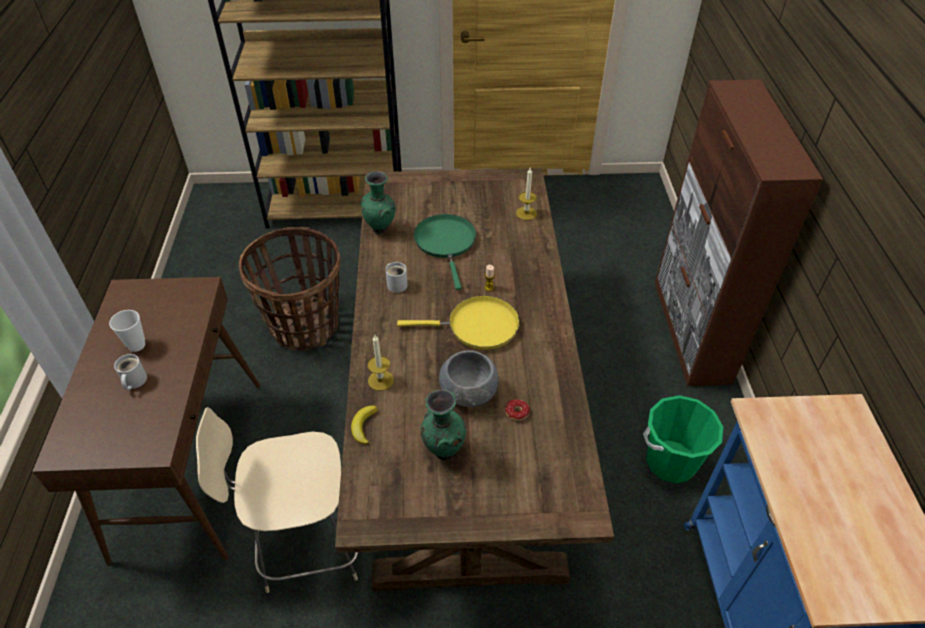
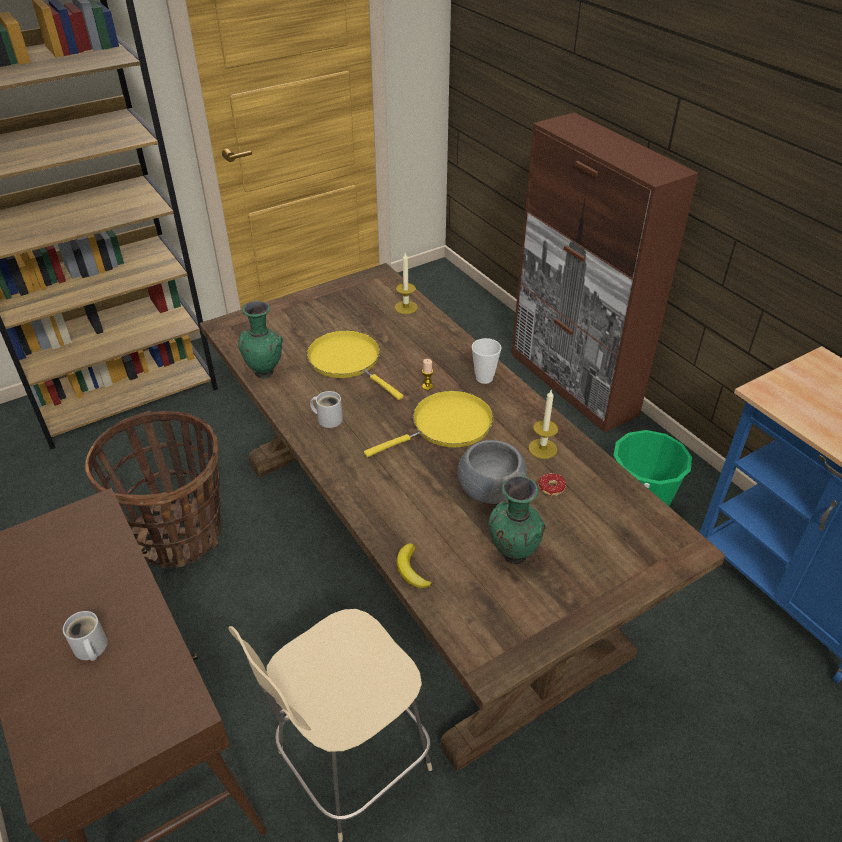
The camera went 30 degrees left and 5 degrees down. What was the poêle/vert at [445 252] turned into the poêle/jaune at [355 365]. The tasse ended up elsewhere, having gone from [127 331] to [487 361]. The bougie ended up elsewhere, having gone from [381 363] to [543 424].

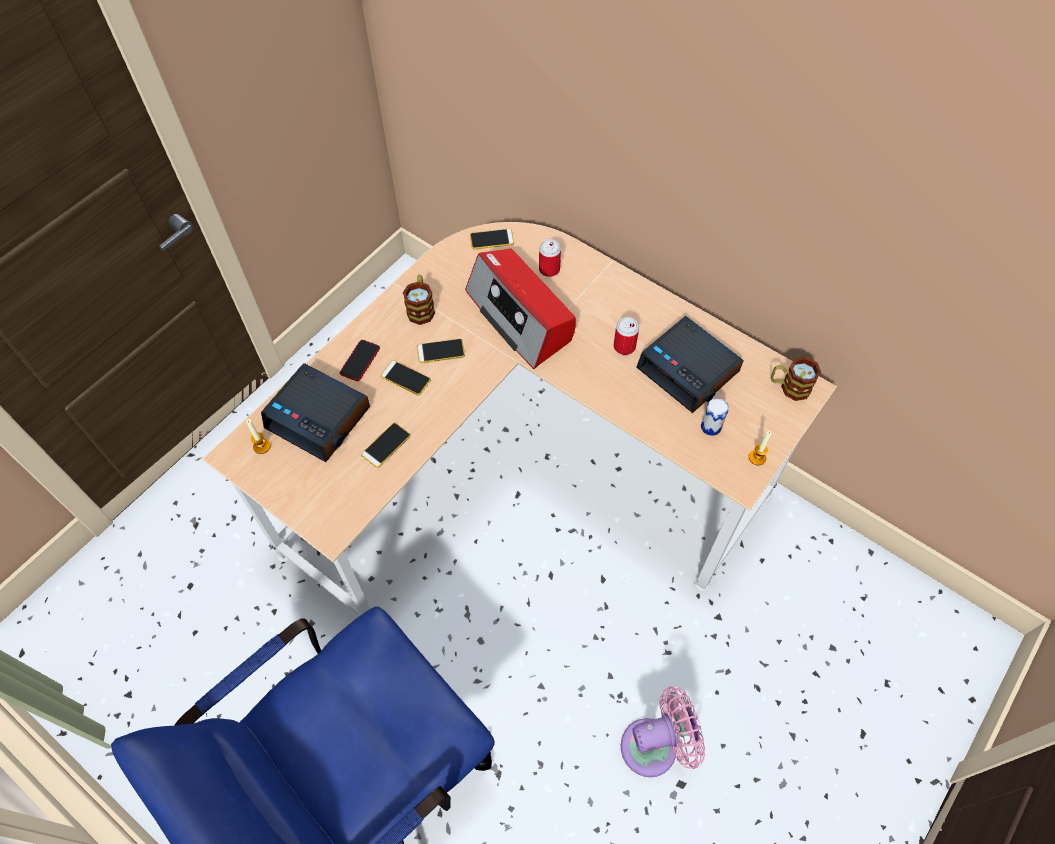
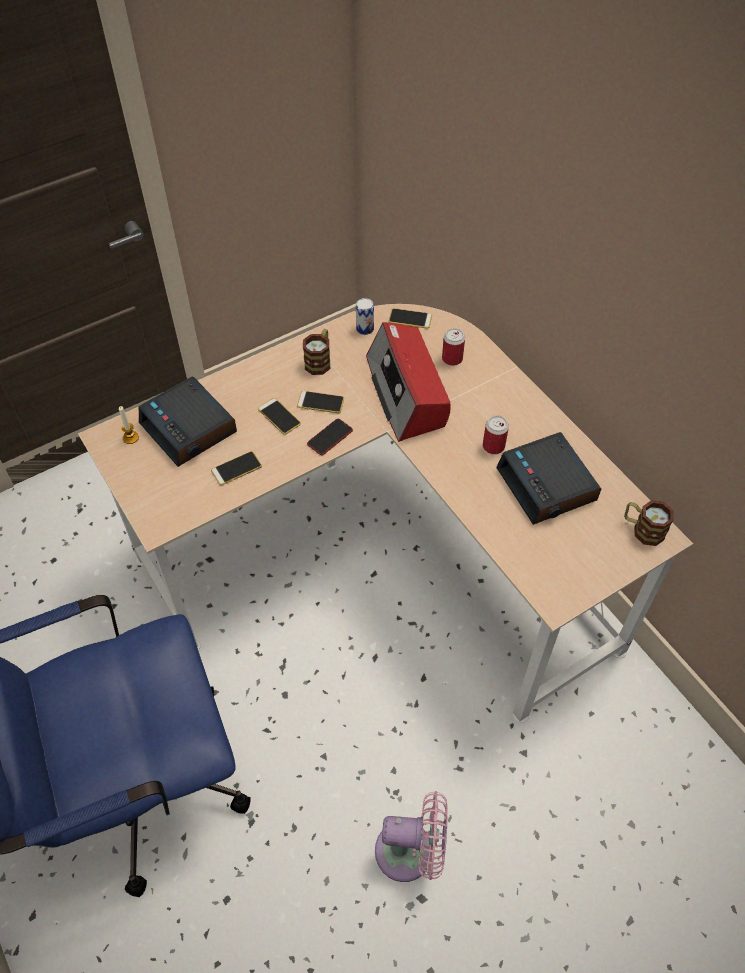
The camera went 20 degrees right and 5 degrees down. The téléphone ended up elsewhere, having gone from [360 360] to [330 437]. The boîte métallique ended up elsewhere, having gone from [715 417] to [365 316]. The second view lost the bougie at [760 448].

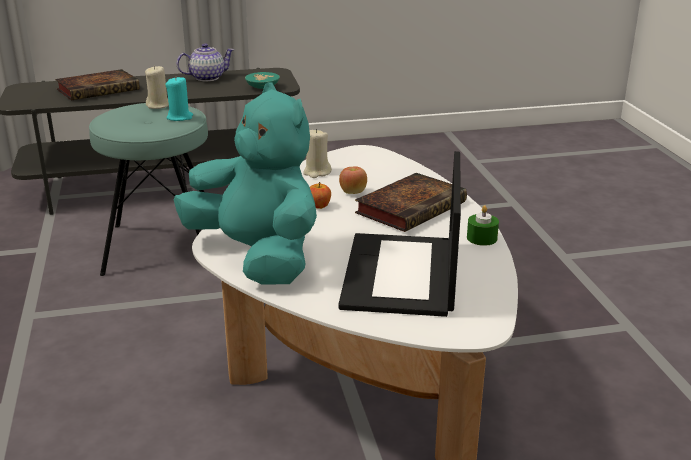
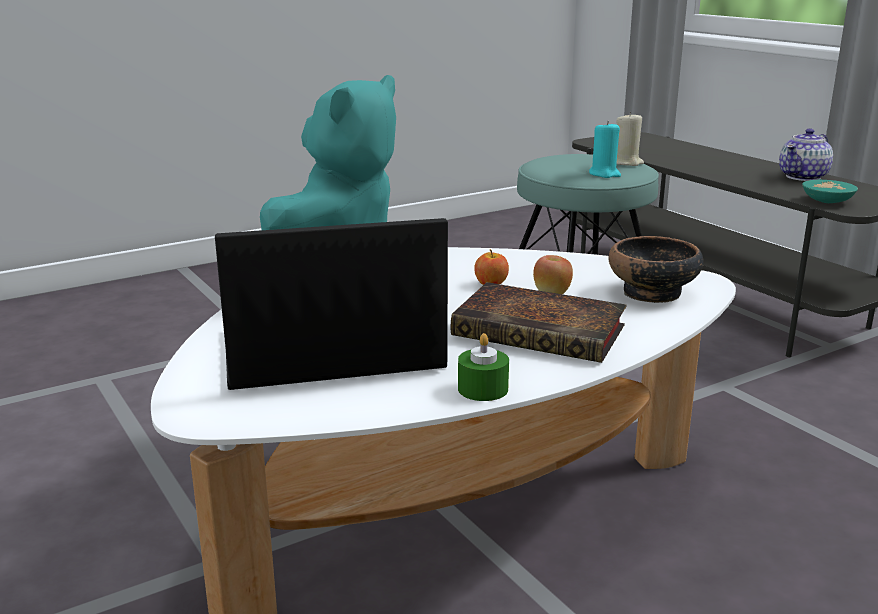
The camera went 70 degrees right and 5 degrees down. The théière at [206 62] ended up facing another way, 90 degrees clockwise from before. The second view lost the livre at [97 84]. The second view lost the bougie/beige at [317 153]. The second view gained the bol at [656 269].

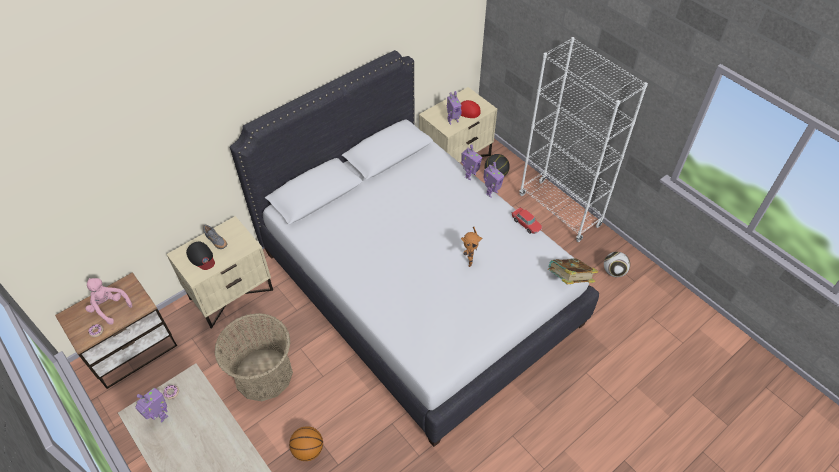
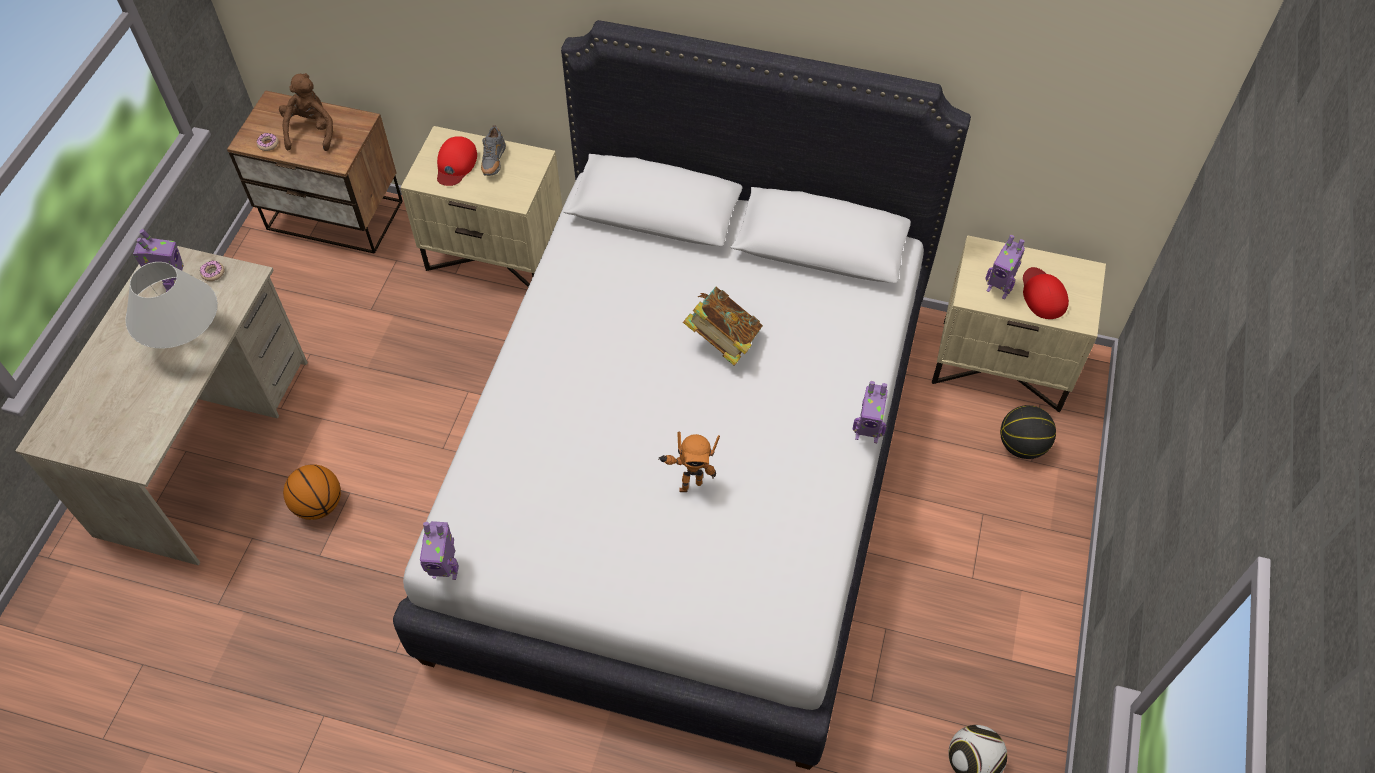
The camera went 55 degrees right and 5 degrees up. The second view lost the bibliothèque/blanc at [583 139]. The robot jouet ended up elsewhere, having gone from [471 162] to [439 550]. The second view lost the petite voiture at [527 220]. What was the casquette/noir at [200 256] turned into the casquette/rouge at [457 161]. The livre ended up elsewhere, having gone from [573 271] to [723 326]. What was the peluche/rose at [108 301] turned into the peluche/marron at [306 112]. The second view lost the panier at [254 357]. The second view gained the lampe de table/blanc at [171 305].

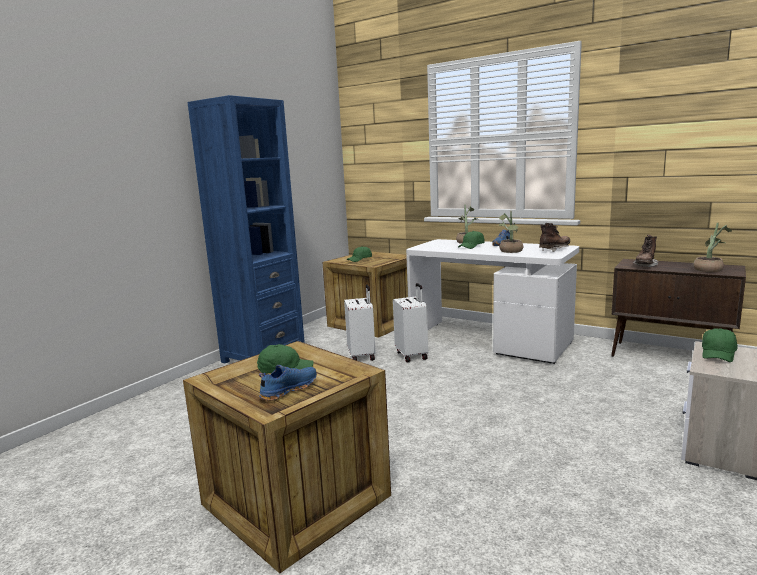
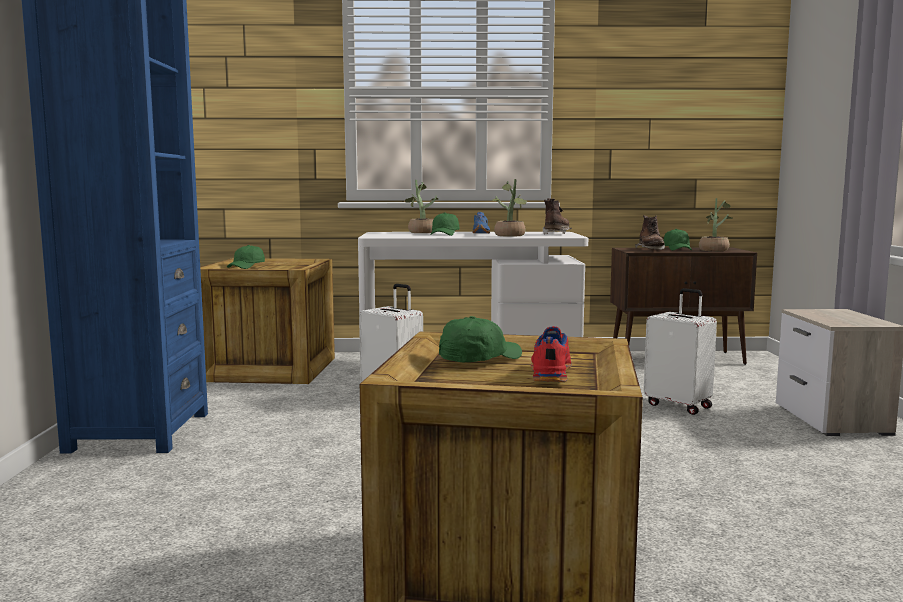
The camera went 35 degrees left and 5 degrees down. The valise/blanc ended up elsewhere, having gone from [359 323] to [680 351]. The casquette/vert ended up elsewhere, having gone from [720 345] to [678 240]. What was the chaussure/bleu at [288 383] turned into the chaussure/rouge at [551 354].

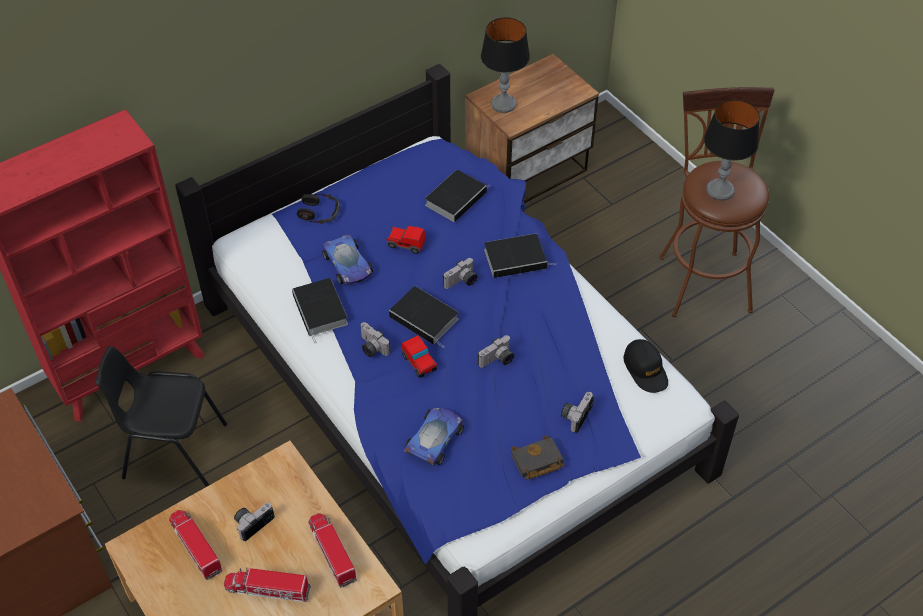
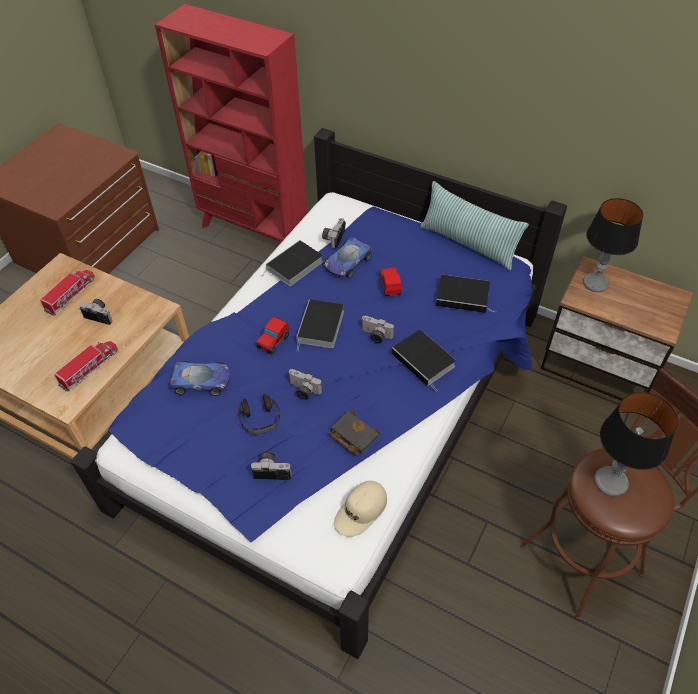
The camera went 65 degrees right and 0 degrees up. The casque audio ended up elsewhere, having gone from [318 209] to [259 414]. The appareil photo ended up elsewhere, having gone from [375 339] to [334 233]. What was the casquette/noir at [646 366] turned into the casquette/beige at [360 509]. The second view lost the chaise/noir at [161 416]. The livre/noir ended up elsewhere, having gone from [537 457] to [355 433]. The second view lost the camion jouet at [267 584]. The second view gained the coussin at [474 225].

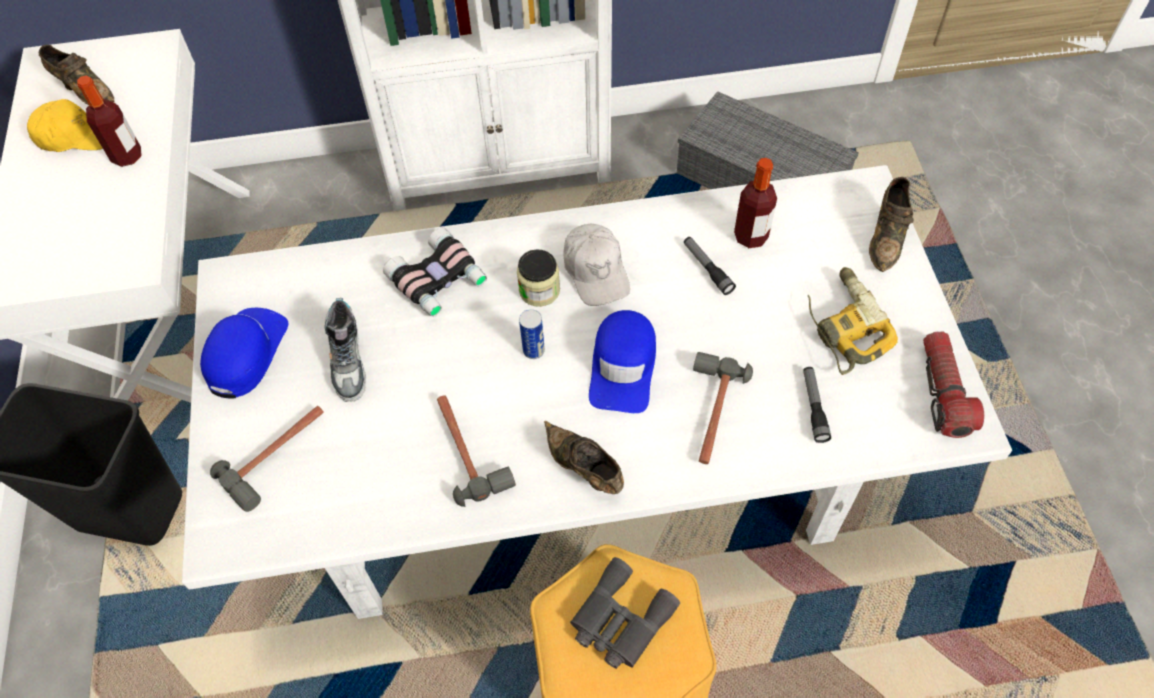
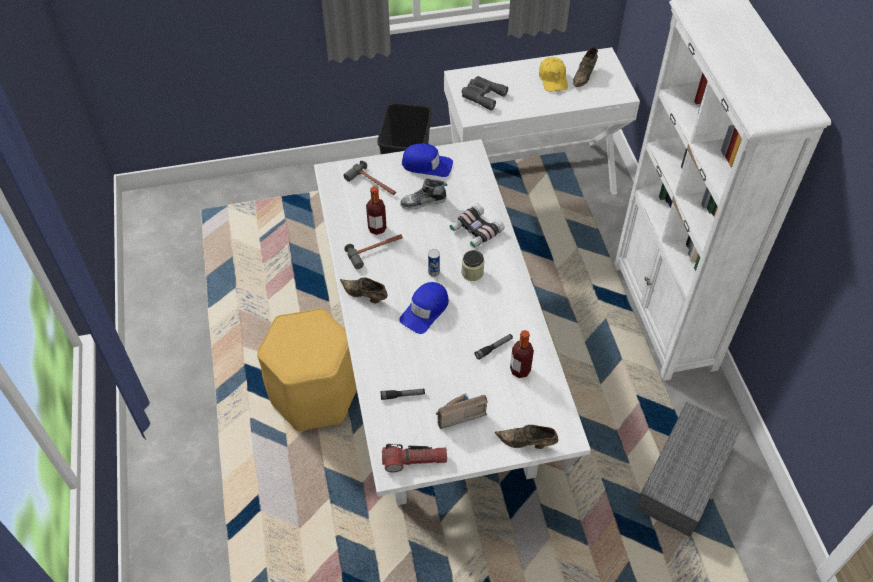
The camera went 85 degrees right and 5 degrees down. The bouteille ended up elsewhere, having gone from [109 121] to [376 210]. The second view lost the casquette/blanc at [596 265]. Where the perceuse stood at [853 321], the radio came to stand at [461 411]. The casquette/bleu at [622 361] ended up facing another way, 60 degrees counterclockwise from before. The second view lost the marteau at [723 408]. The chaussure/marron at [584 457] ended up facing another way, 105 degrees counterclockwise from before. The jumelles/gris ended up elsewhere, having gone from [625 613] to [485 93].

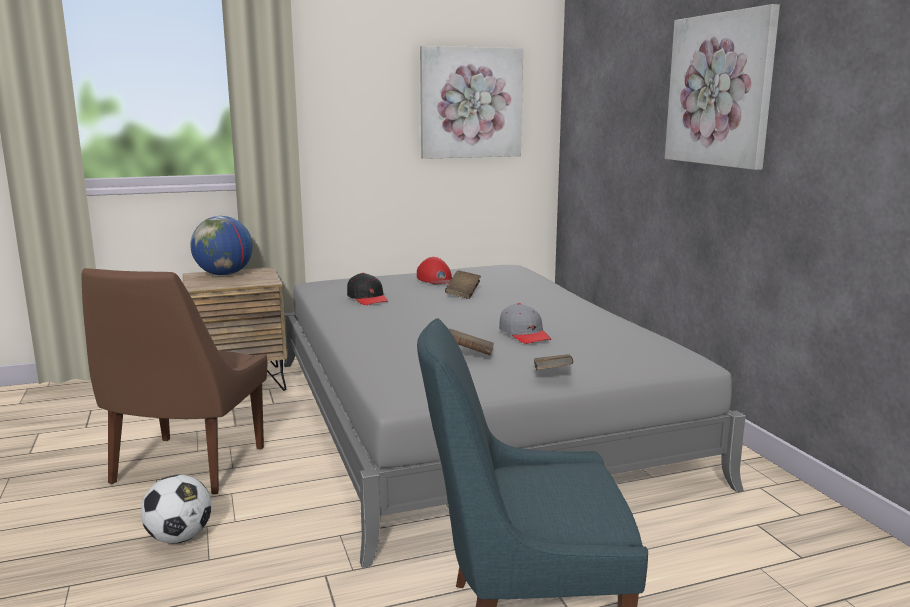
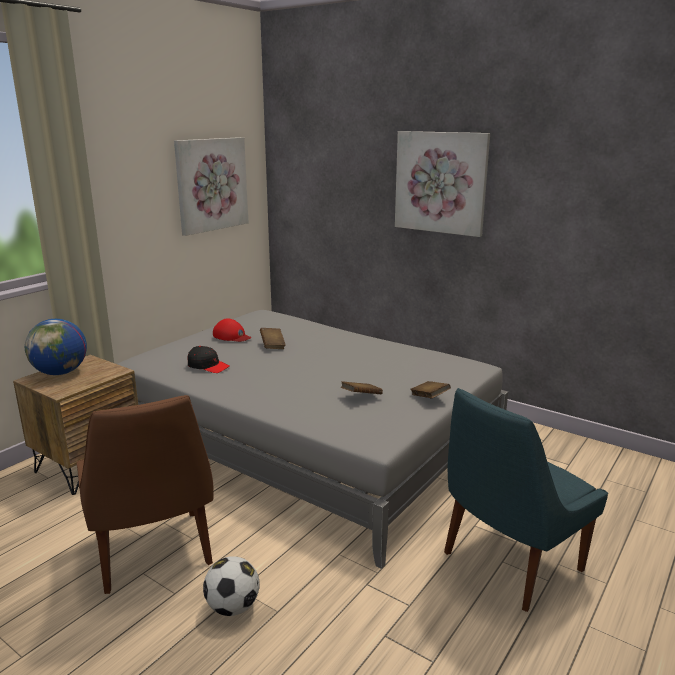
The camera went 35 degrees left and 5 degrees up. The second view lost the casquette/gris at [525 323].

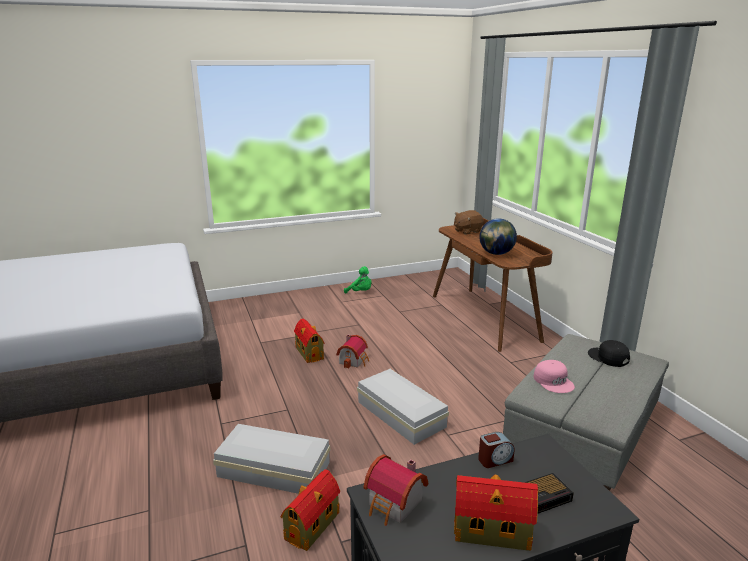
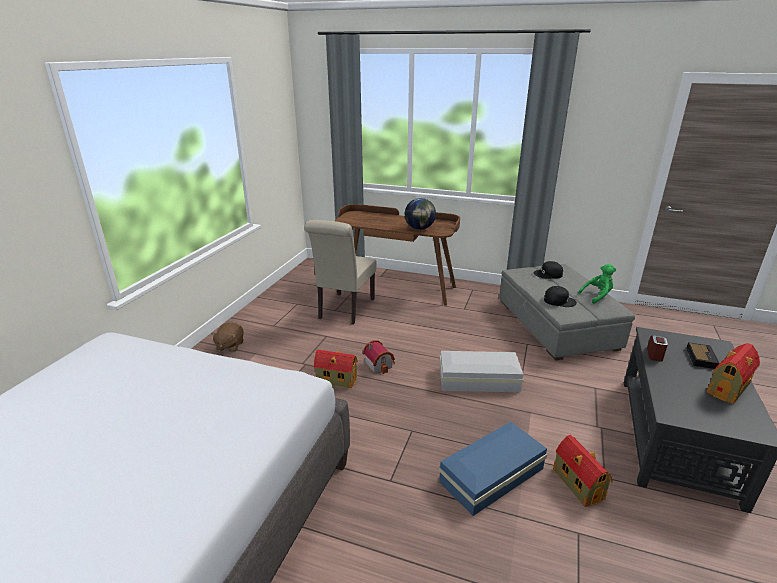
The camera went 50 degrees left and 5 degrees up. The peluche/marron ended up elsewhere, having gone from [468 222] to [227 337]. The peluche/vert ended up elsewhere, having gone from [358 279] to [597 284]. What was the casquette/rose at [554 376] turned into the casquette/noir at [560 296]. What was the boîte de rangement/blanc at [271 459] turned into the boîte de rangement/bleu at [493 469]. The second view lost the maison miniature at [395 490]. The second view gained the chaise/beige at [340 272].

